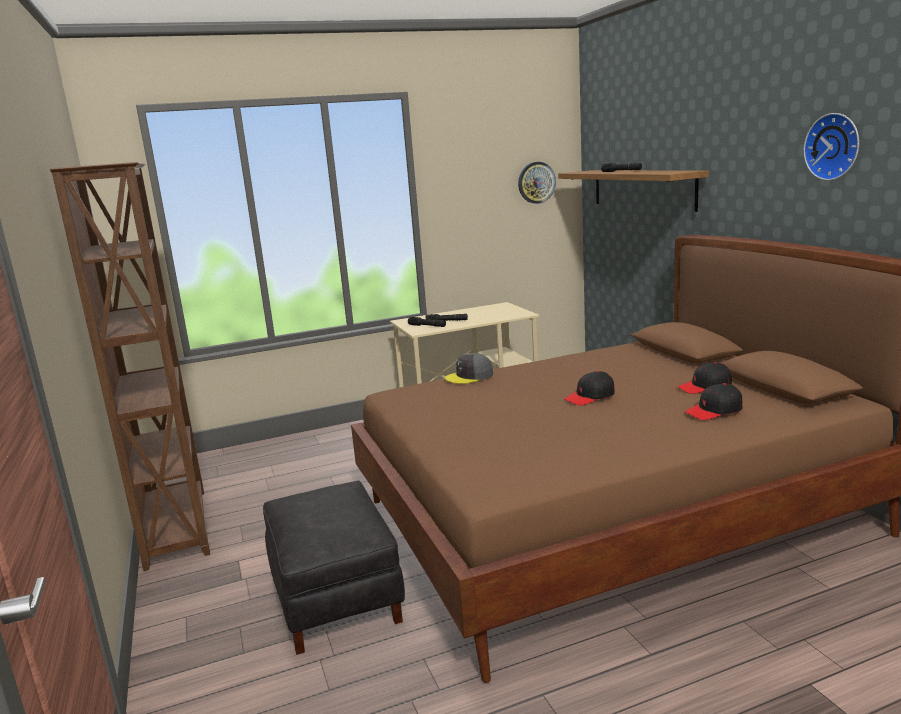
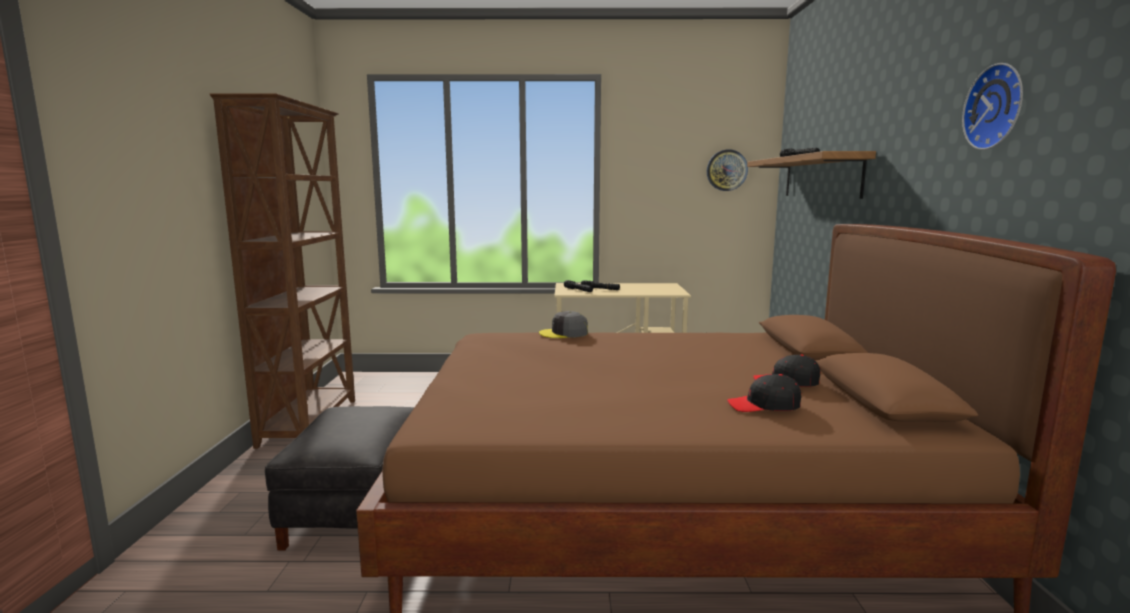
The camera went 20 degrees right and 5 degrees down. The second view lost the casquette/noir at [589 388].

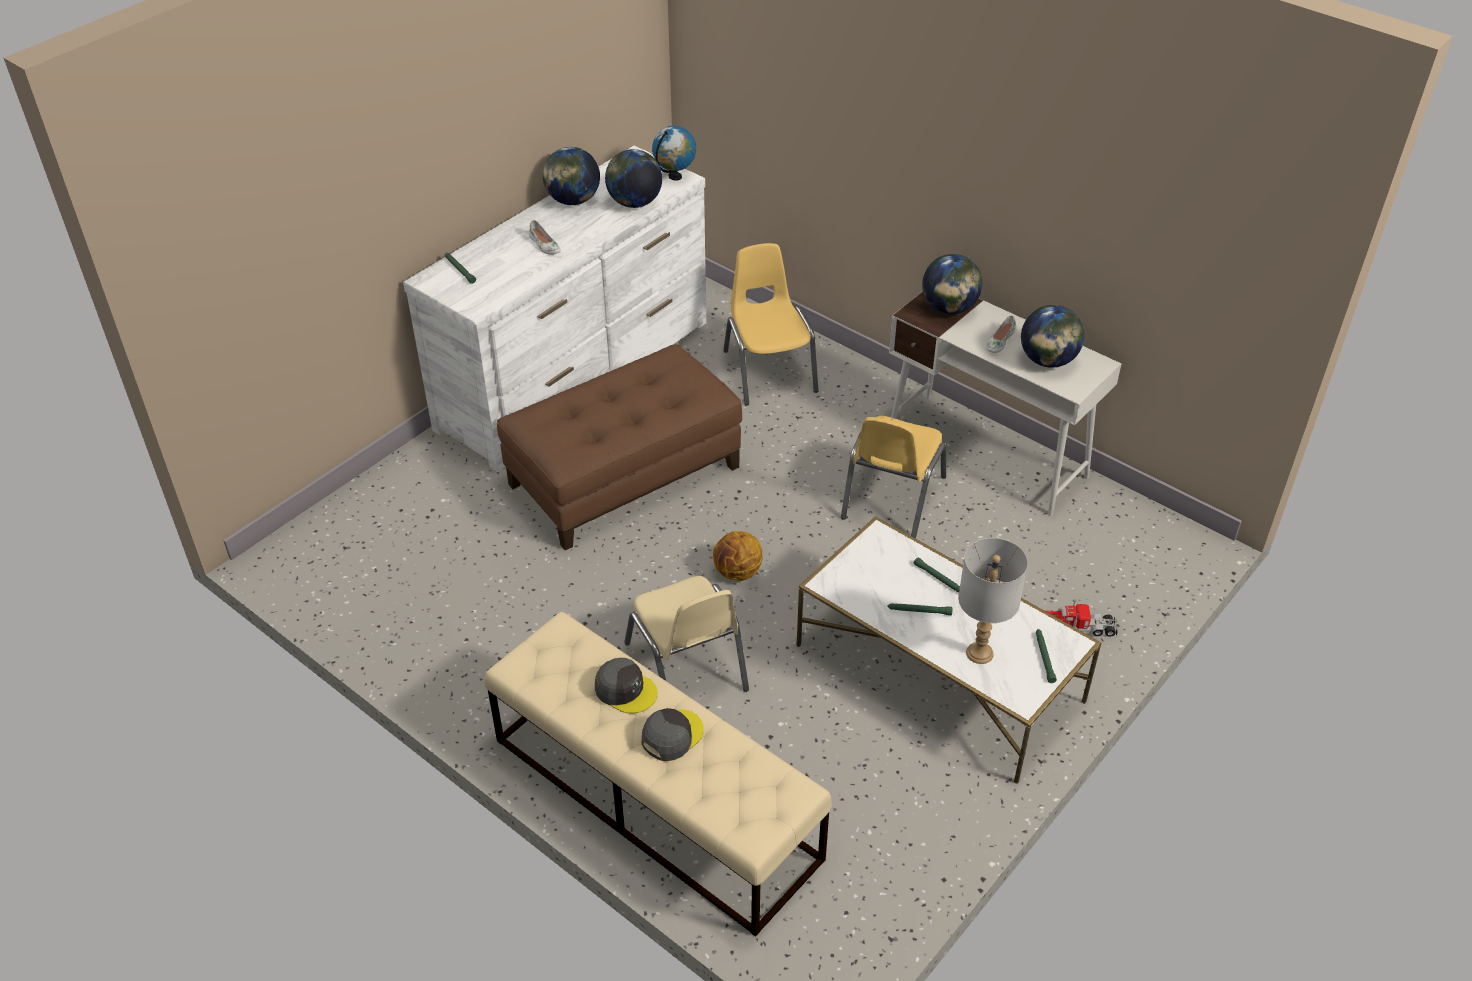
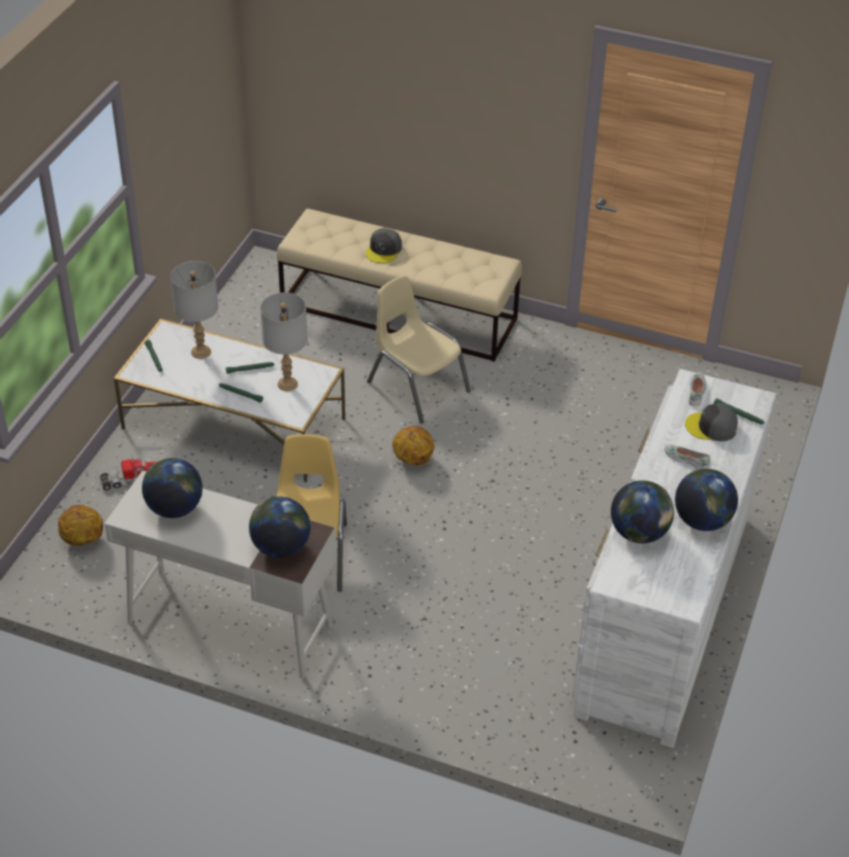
The camera went 160 degrees right and 0 degrees up. The second view lost the globe at [674 153]. The second view lost the chaise/jaune at [770 324]. The chaussure/blanc ended up elsewhere, having gone from [1001 334] to [698 389]. The second view lost the pouf/marron at [619 447]. The casquette/gris ended up elsewhere, having gone from [626 685] to [711 423]. The second view gained the lampe de table/gris at [284 341]. The second view gained the ballon de basket at [80 525].

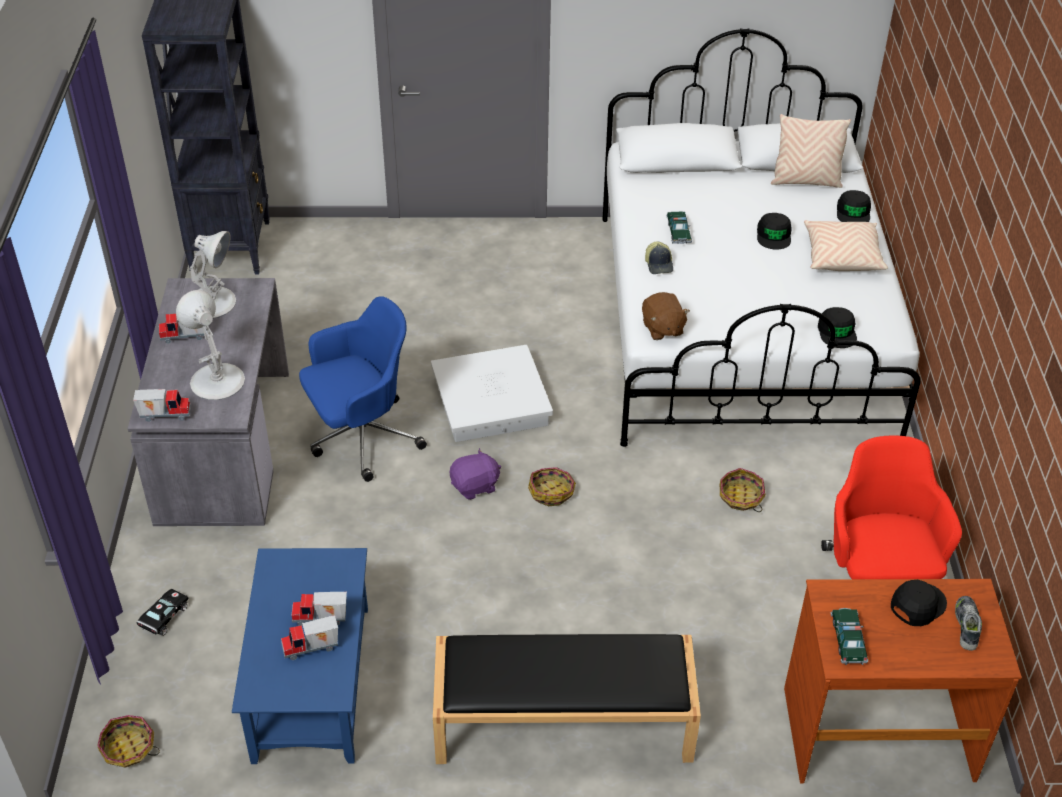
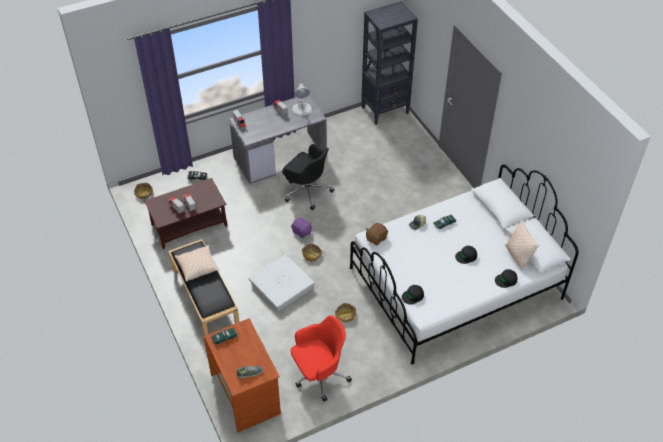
The camera went 65 degrees right and 5 degrees up. The coussin/beige ended up elsewhere, having gone from [846 245] to [197 263]. The second view lost the lampe de table/blanc at [210 345]. What was the chaise de bureau/bleu at [363 389] turned into the chaise de bureau/noir at [308 177]. The boîte de rangement/blanc ended up elsewhere, having gone from [492 393] to [282 282]. What was the table basse/bleu at [300 656] turned into the table basse/marron at [185 213]. The second view lost the casquette/noir at [919 603].

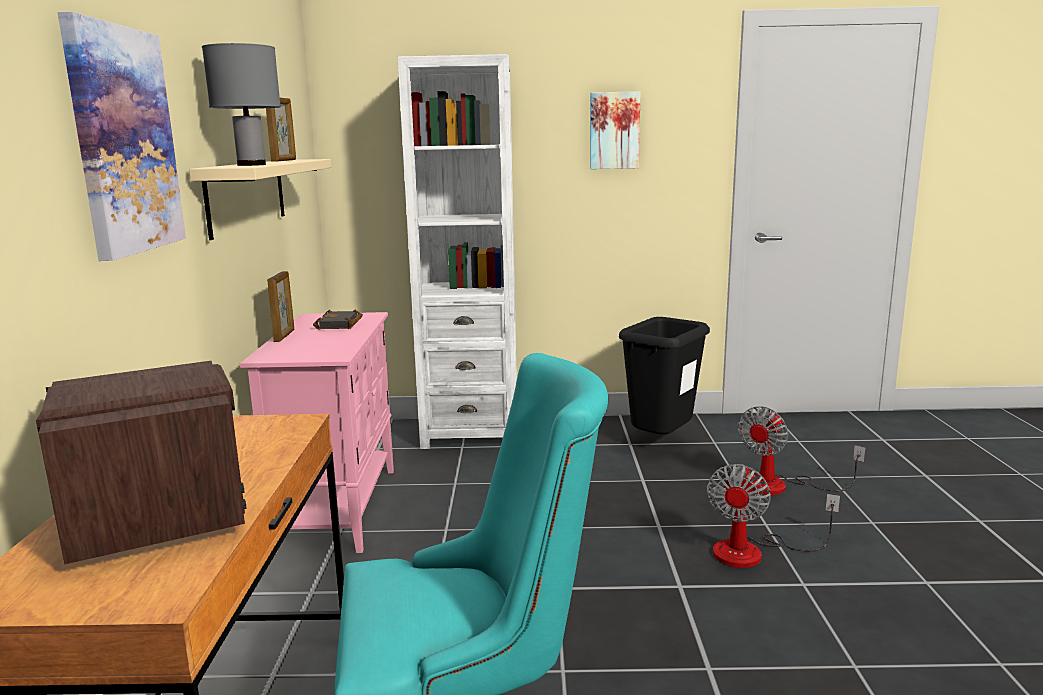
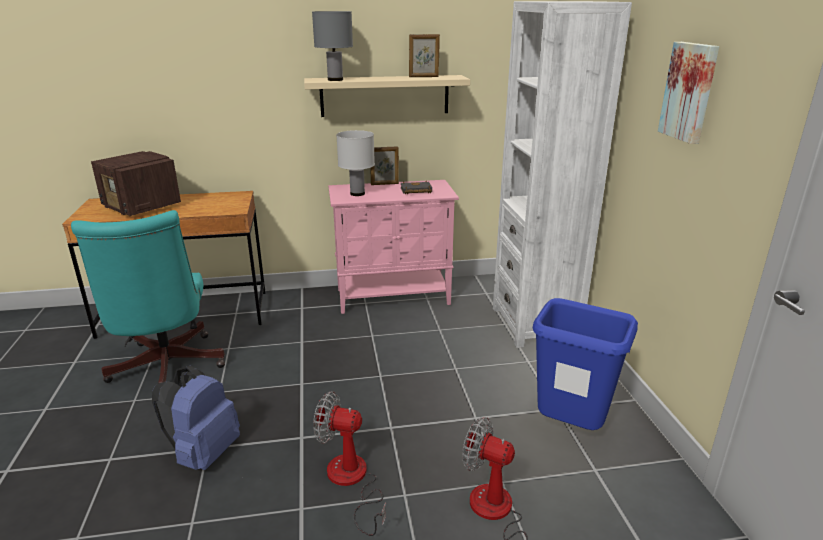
The camera went 80 degrees right and 10 degrees up. The second view lost the tableau at [122 136]. What was the poubelle/noir at [664 375] turned into the poubelle/bleu at [585 364]. The radio at [141 462] ended up facing another way, 75 degrees clockwise from before. The second view gained the lampe de table/blanc at [355 163]. The second view gained the sac à dos/bleu at [196 418].

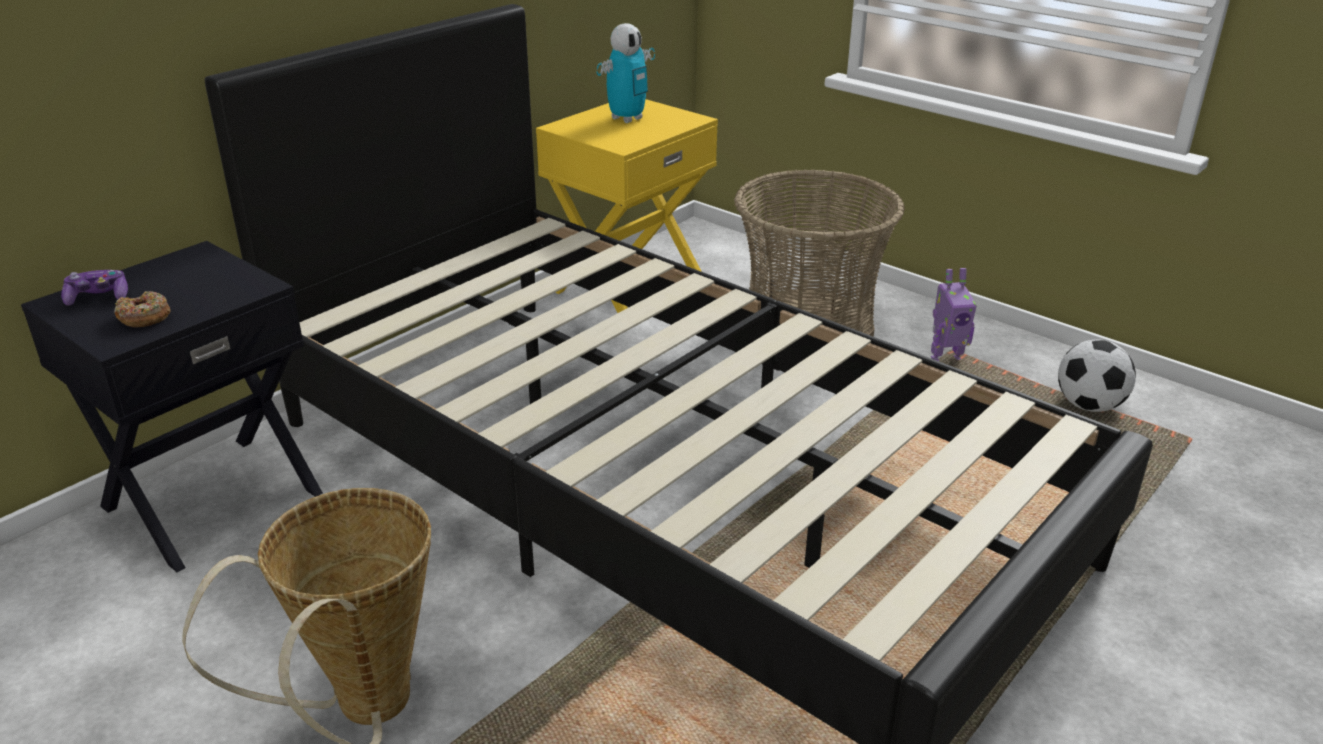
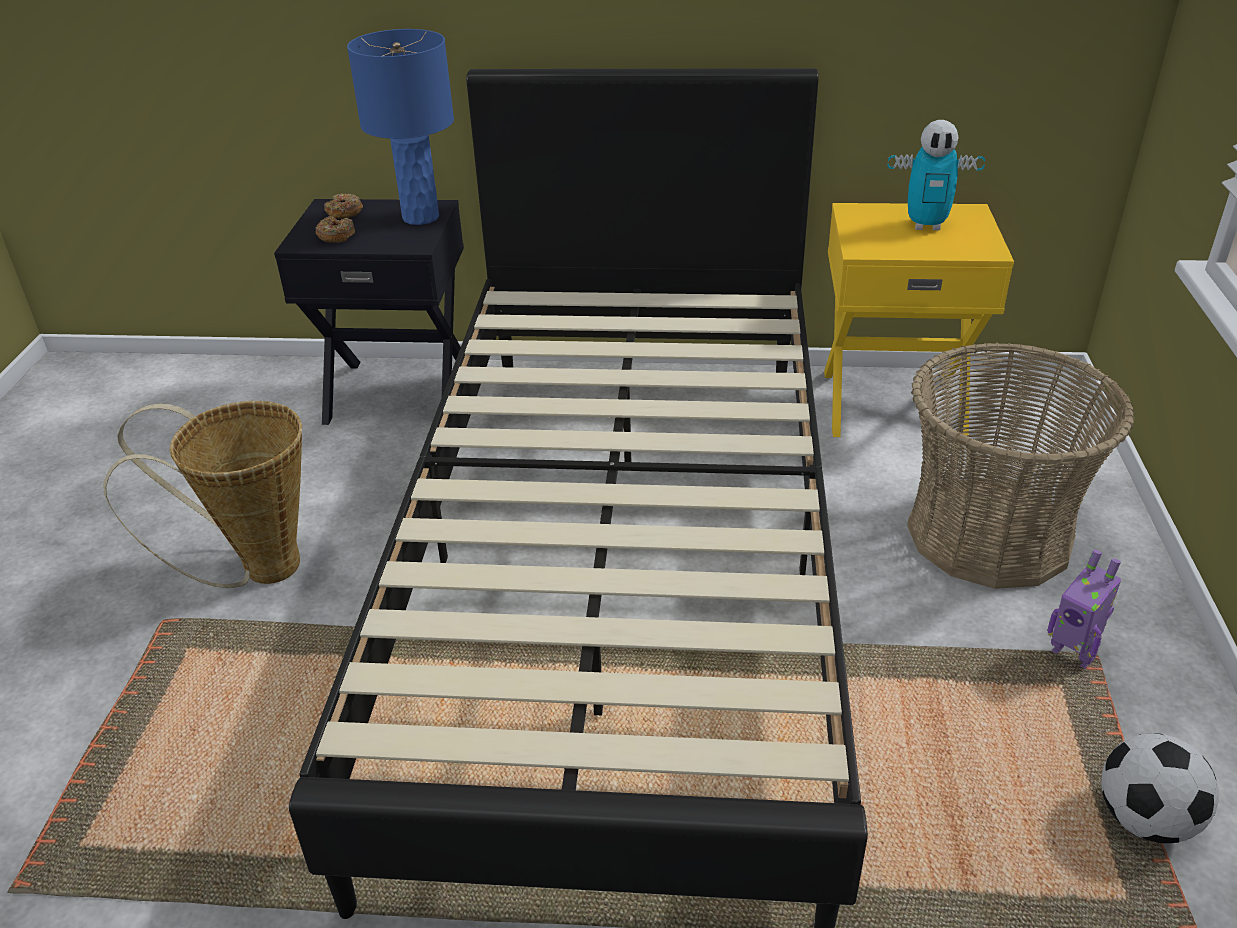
The camera went 55 degrees right and 5 degrees up. Where the manette stood at [94 288], the beignet came to stand at [343 205]. The second view gained the lampe de table/bleu at [400 127].

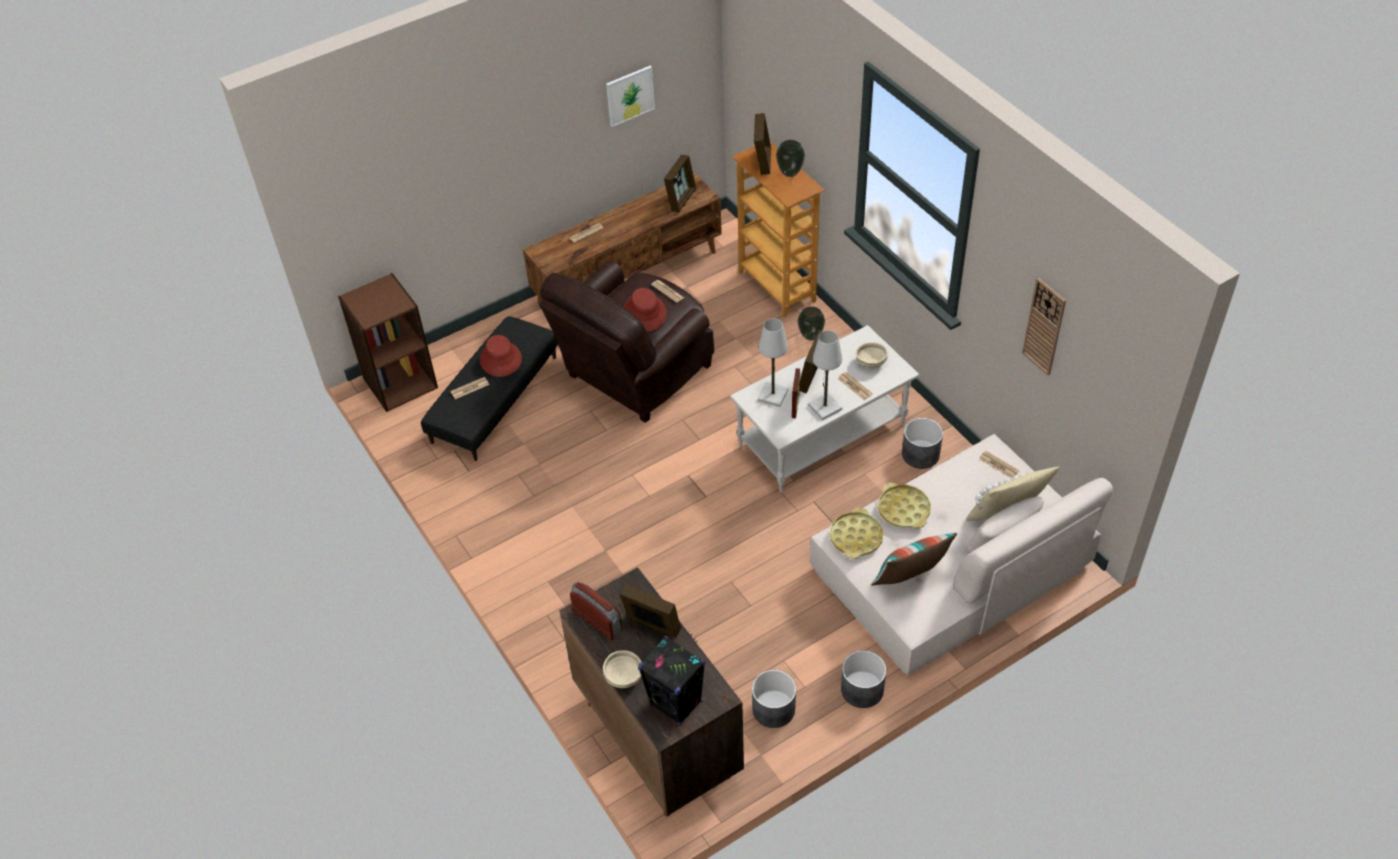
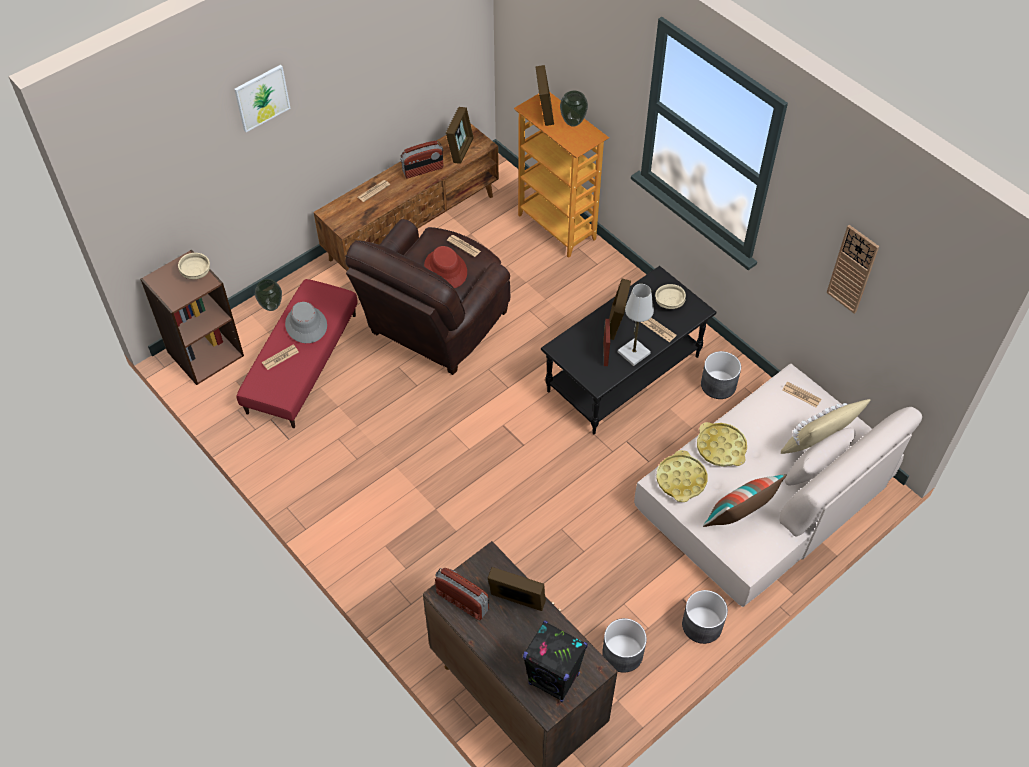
The camera went 10 degrees left and 5 degrees up. The tableau ended up elsewhere, having gone from [630 96] to [262 98]. The vase ended up elsewhere, having gone from [811 323] to [268 295]. What was the pouf/noir at [489 388] turned into the pouf/rouge at [297 353]. The second view lost the lampe de table/blanc at [773 362]. What was the table basse/blanc at [825 408] turned into the table basse/noir at [628 350]. What was the chapeau/rouge at [501 356] turned into the chapeau/gris at [306 322]. The bol/beige ended up elsewhere, having gone from [622 669] to [194 266]. The second view gained the radio at [421 159].

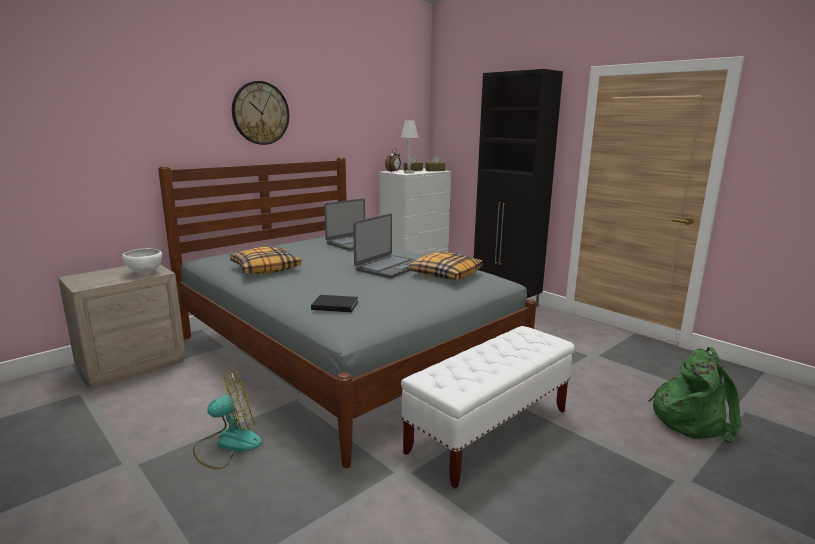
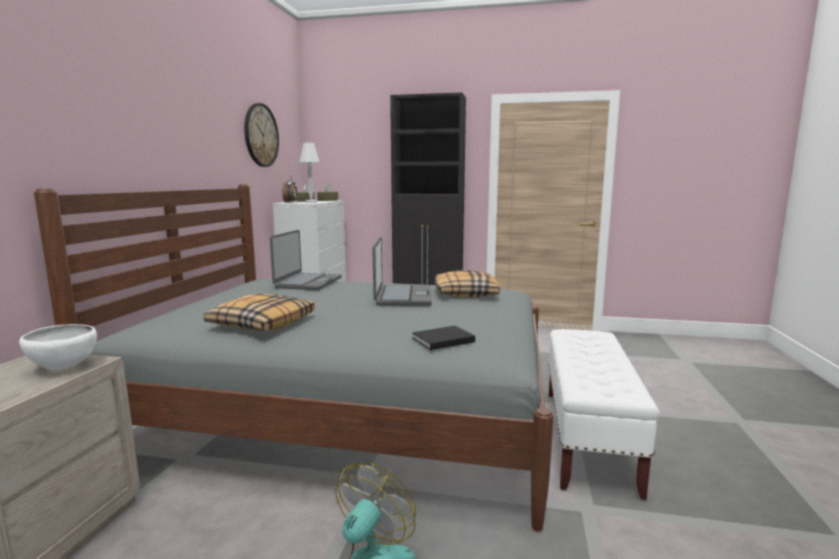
The camera went 35 degrees left and 5 degrees down. The horloge murale ended up elsewhere, having gone from [260 113] to [261 135]. The second view lost the sac à dos/vert at [694 395].

